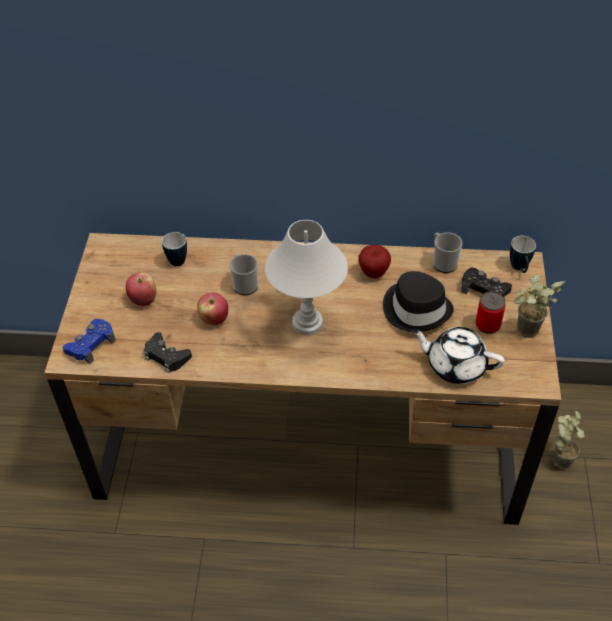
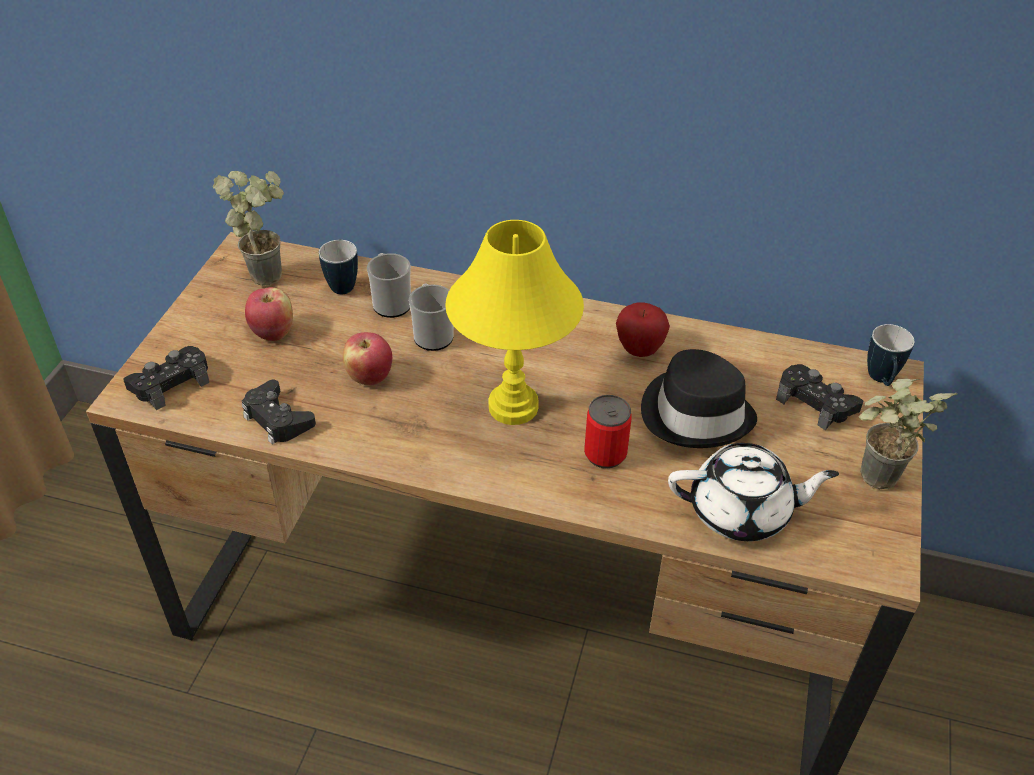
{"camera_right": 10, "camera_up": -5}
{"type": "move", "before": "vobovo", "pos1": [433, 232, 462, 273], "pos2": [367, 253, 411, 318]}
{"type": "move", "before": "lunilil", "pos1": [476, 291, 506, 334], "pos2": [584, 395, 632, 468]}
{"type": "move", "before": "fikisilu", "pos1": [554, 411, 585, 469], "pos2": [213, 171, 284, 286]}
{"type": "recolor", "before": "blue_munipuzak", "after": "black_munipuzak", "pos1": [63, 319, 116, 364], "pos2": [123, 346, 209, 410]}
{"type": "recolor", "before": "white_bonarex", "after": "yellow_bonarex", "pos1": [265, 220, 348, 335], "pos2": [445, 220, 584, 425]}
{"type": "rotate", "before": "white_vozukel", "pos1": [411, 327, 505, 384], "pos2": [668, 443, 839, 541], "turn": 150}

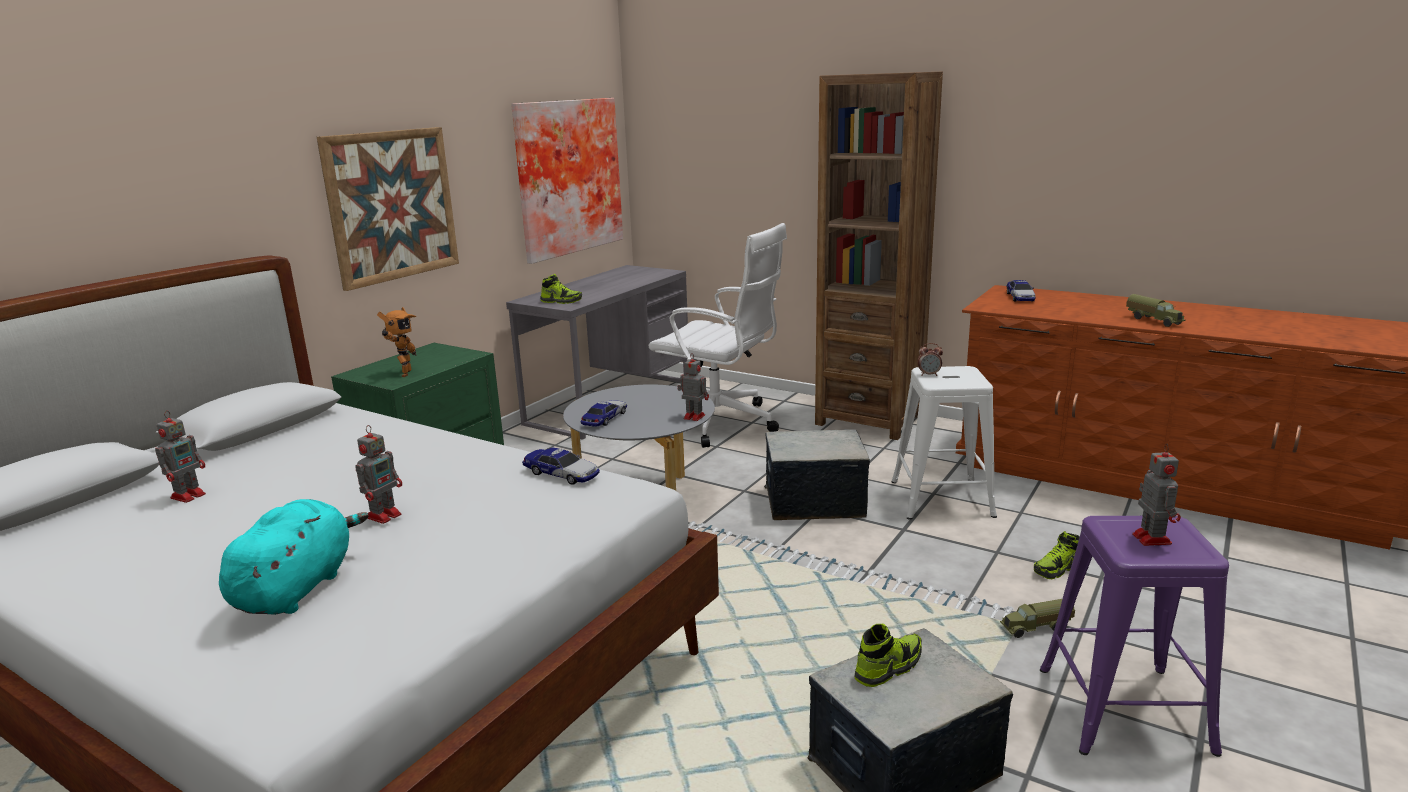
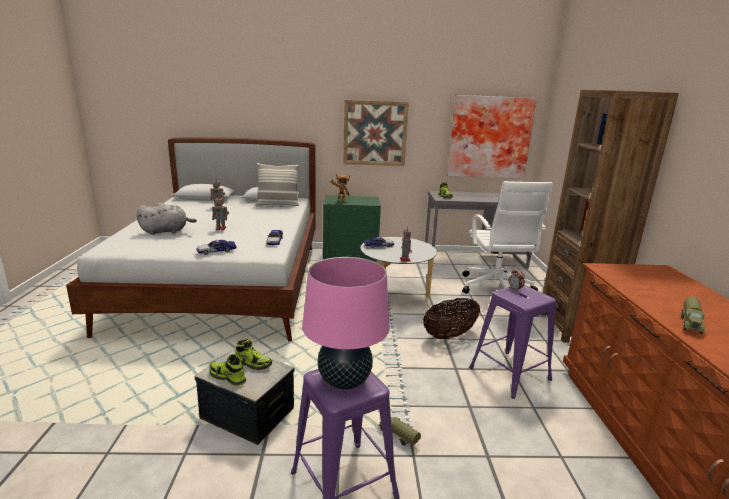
{"camera_right": 55, "camera_up": 0}
{"type": "insert", "after": "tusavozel", "pos2": [255, 163, 299, 206]}
{"type": "move", "before": "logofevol", "pos1": [1007, 280, 1036, 302], "pos2": [197, 240, 237, 255]}
{"type": "move", "before": "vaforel", "pos1": [1034, 531, 1080, 579], "pos2": [209, 354, 246, 386]}
{"type": "replace", "before": "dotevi", "after": "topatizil", "pos1": [764, 429, 870, 520], "pos2": [423, 298, 480, 339]}
{"type": "replace", "before": "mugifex", "after": "pink_bonarex", "pos1": [1132, 444, 1181, 546], "pos2": [302, 257, 390, 389]}
{"type": "recolor", "before": "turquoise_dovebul", "after": "grey_dovebul", "pos1": [219, 499, 369, 615], "pos2": [137, 203, 197, 235]}
{"type": "recolor", "before": "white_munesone", "after": "purple_munesone", "pos1": [892, 366, 997, 520], "pos2": [469, 285, 556, 399]}

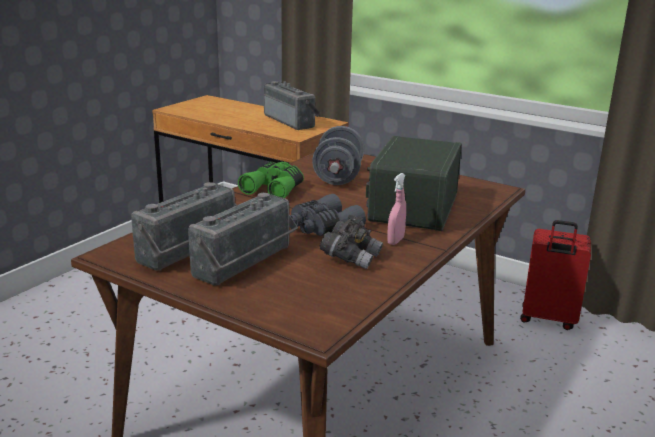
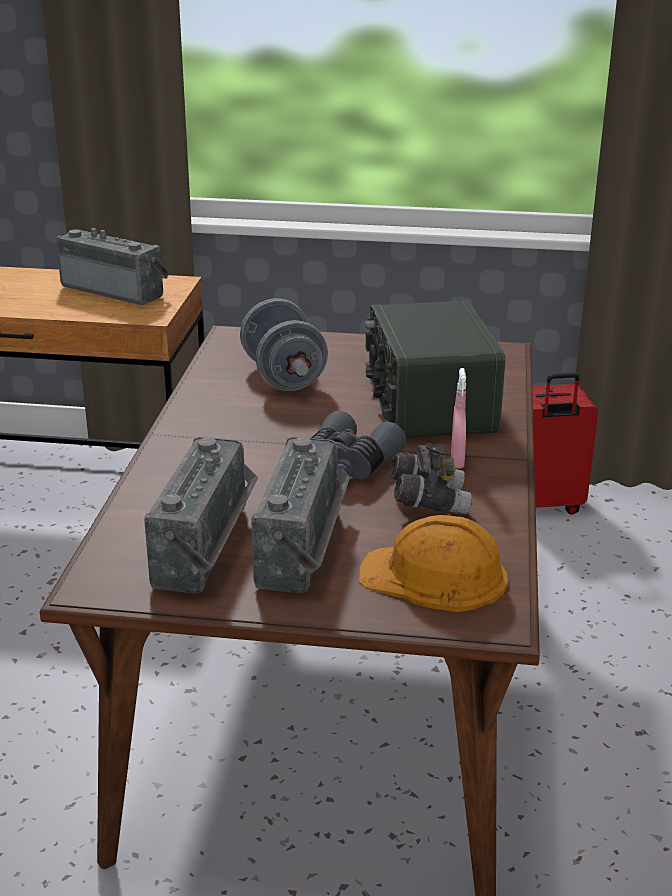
{"camera_right": -25, "camera_up": 5}
{"type": "delete", "before": "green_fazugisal", "pos1": [238, 162, 304, 198]}
{"type": "insert", "after": "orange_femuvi", "pos2": [359, 515, 508, 612]}

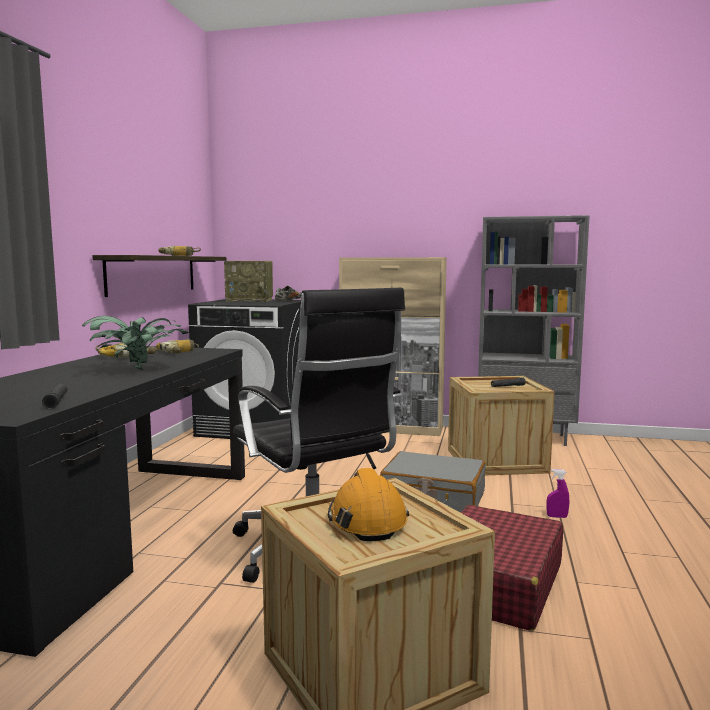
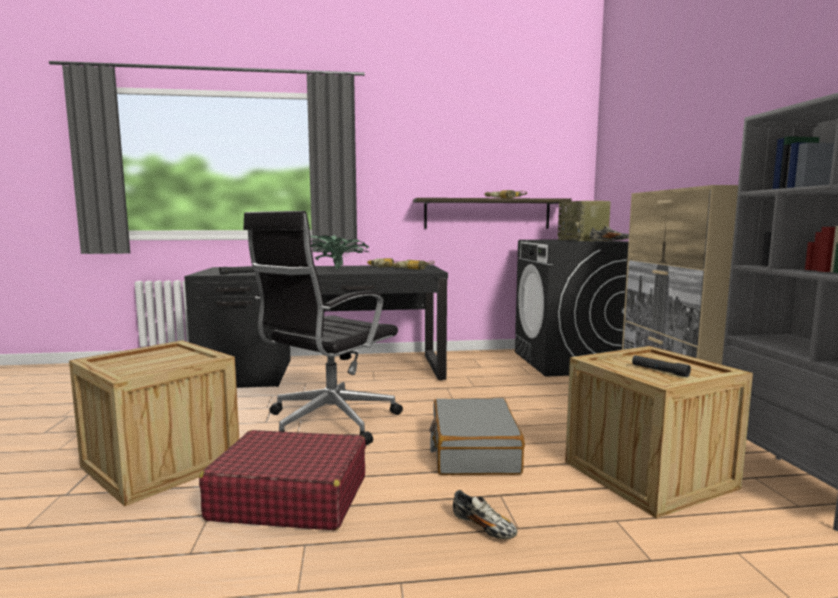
{"camera_right": 70, "camera_up": 0}
{"type": "delete", "before": "orange_femuvi", "pos1": [328, 468, 409, 541]}
{"type": "replace", "before": "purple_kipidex", "after": "vaforel", "pos1": [547, 469, 569, 518], "pos2": [453, 490, 517, 539]}

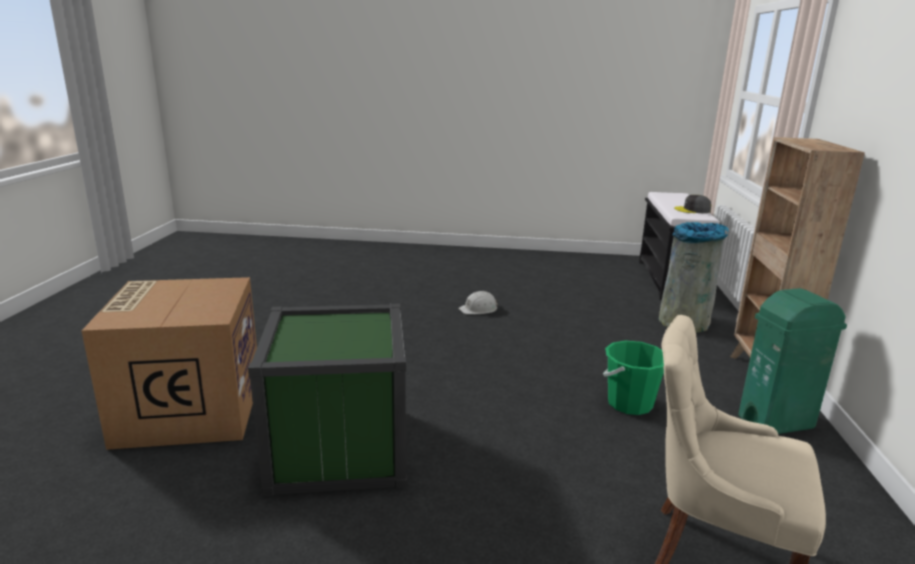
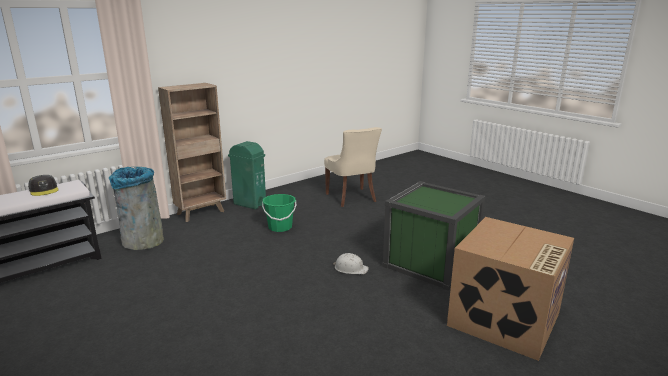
{"camera_right": -135, "camera_up": 0}
{"type": "move", "before": "white_femuvi", "pos1": [459, 291, 498, 314], "pos2": [333, 253, 369, 274]}

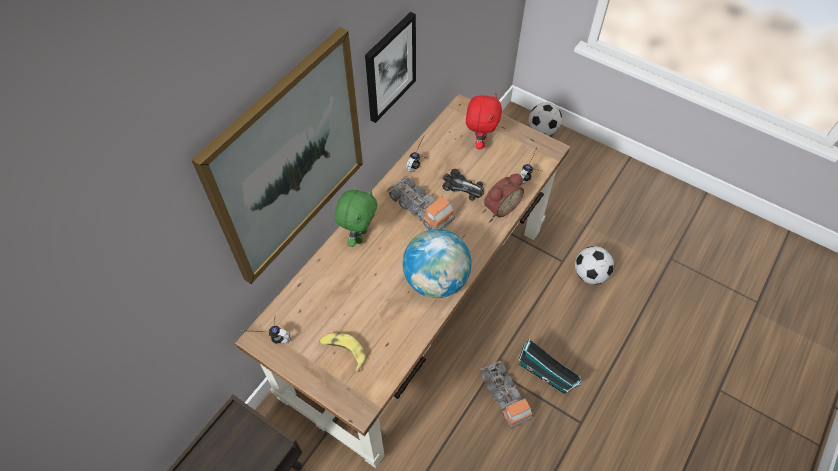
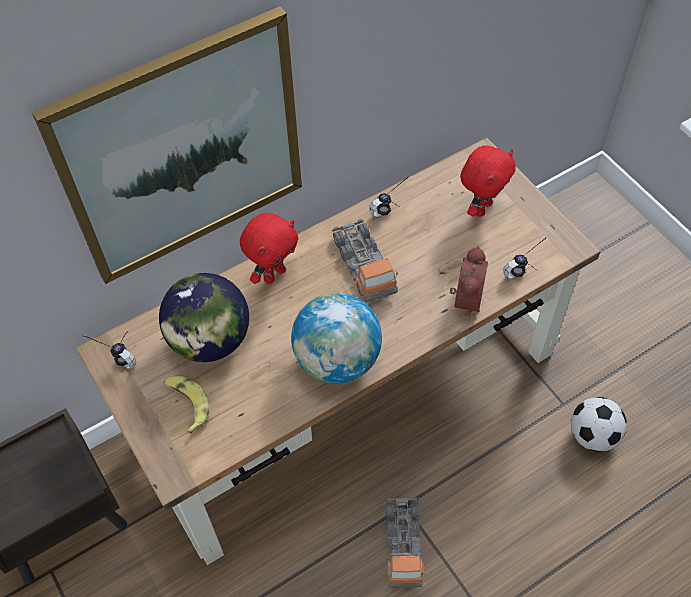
{"camera_right": 25, "camera_up": 0}
{"type": "delete", "before": "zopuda", "pos1": [365, 12, 416, 123]}
{"type": "delete", "before": "logofevol", "pos1": [442, 169, 484, 201]}
{"type": "delete", "before": "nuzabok", "pos1": [518, 339, 583, 394]}
{"type": "delete", "before": "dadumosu", "pos1": [529, 103, 562, 135]}
{"type": "insert", "after": "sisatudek", "pos2": [159, 273, 249, 362]}
{"type": "recolor", "before": "green_dovebul", "after": "red_dovebul", "pos1": [335, 190, 378, 247], "pos2": [240, 213, 299, 284]}
{"type": "rotate", "before": "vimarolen", "pos1": [484, 174, 524, 218], "pos2": [450, 246, 488, 316], "turn": -60}

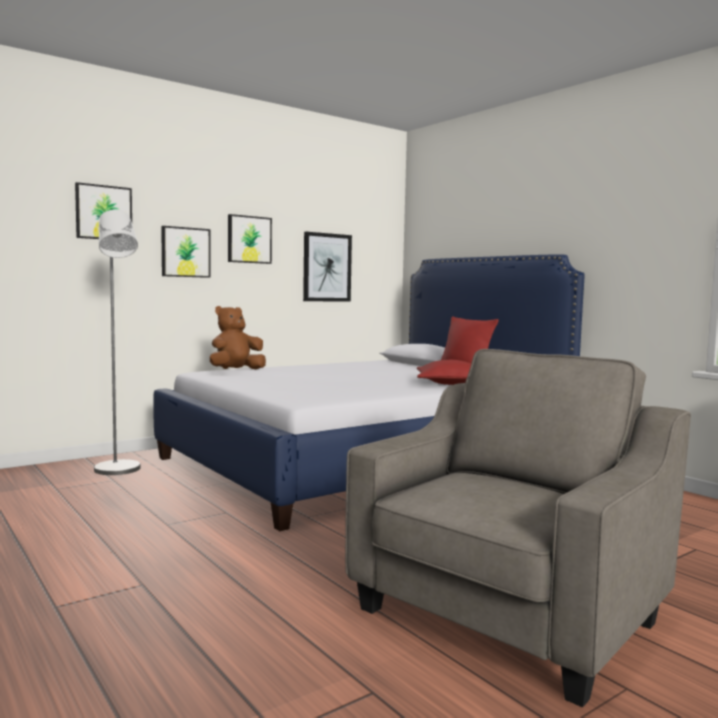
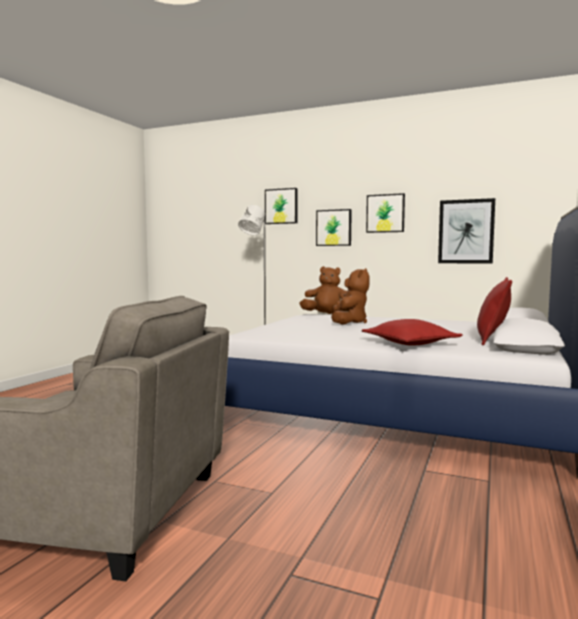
{"camera_right": 60, "camera_up": 0}
{"type": "insert", "after": "brown_dovebul", "pos2": [331, 268, 370, 324]}

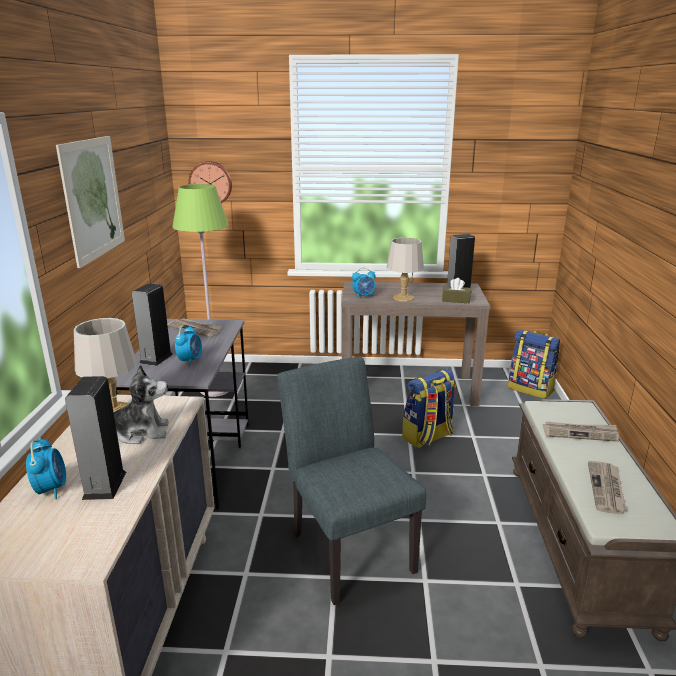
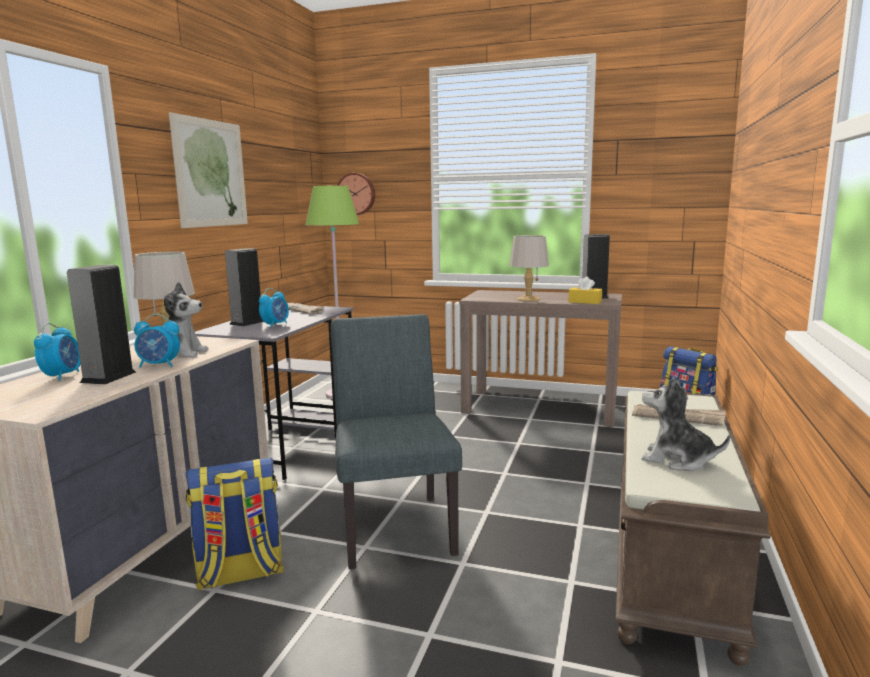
{"camera_right": 15, "camera_up": -10}
{"type": "move", "before": "vimarolen", "pos1": [352, 268, 376, 298], "pos2": [134, 314, 180, 368]}
{"type": "move", "before": "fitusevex", "pos1": [402, 369, 456, 448], "pos2": [185, 458, 284, 591]}
{"type": "replace", "before": "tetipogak", "after": "dovebul", "pos1": [588, 461, 627, 514], "pos2": [642, 377, 730, 471]}
{"type": "recolor", "before": "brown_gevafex", "after": "yellow_gevafex", "pos1": [442, 278, 471, 303], "pos2": [569, 276, 602, 304]}

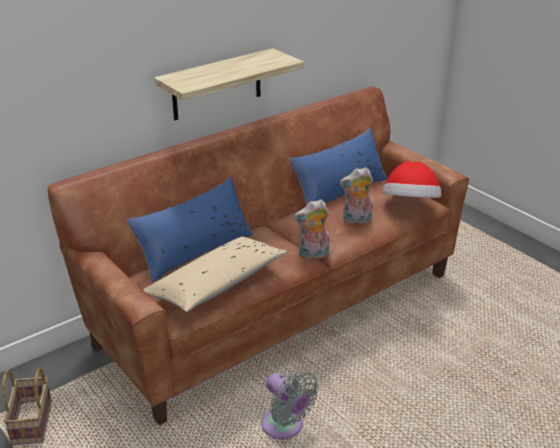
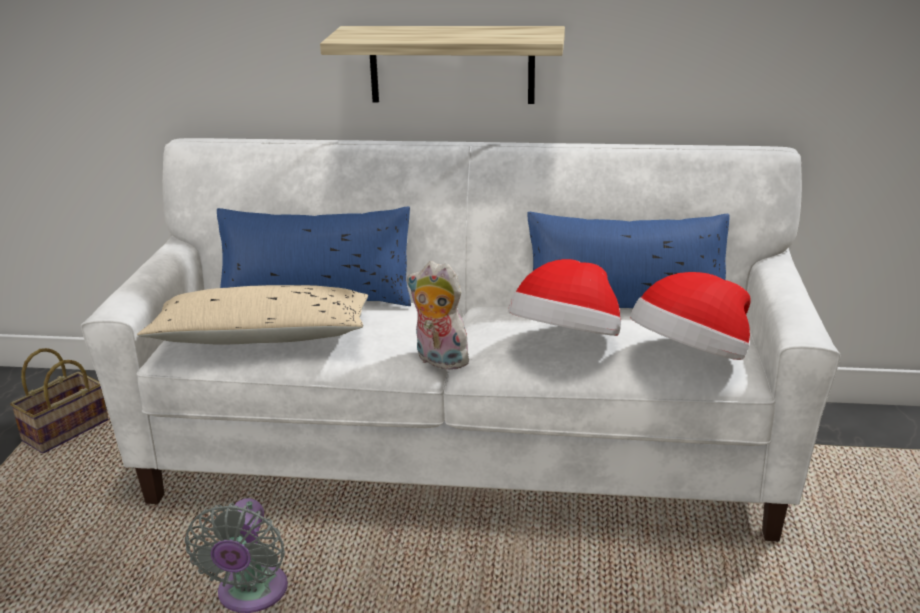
{"camera_right": 45, "camera_up": -5}
{"type": "replace", "before": "dovebul", "after": "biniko", "pos1": [340, 167, 373, 224], "pos2": [508, 259, 621, 336]}
{"type": "recolor", "before": "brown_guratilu", "after": "white_guratilu", "pos1": [48, 86, 469, 425], "pos2": [81, 138, 840, 541]}

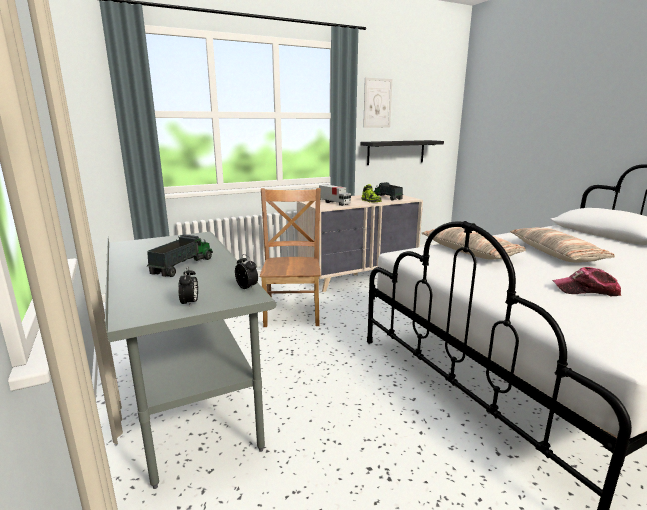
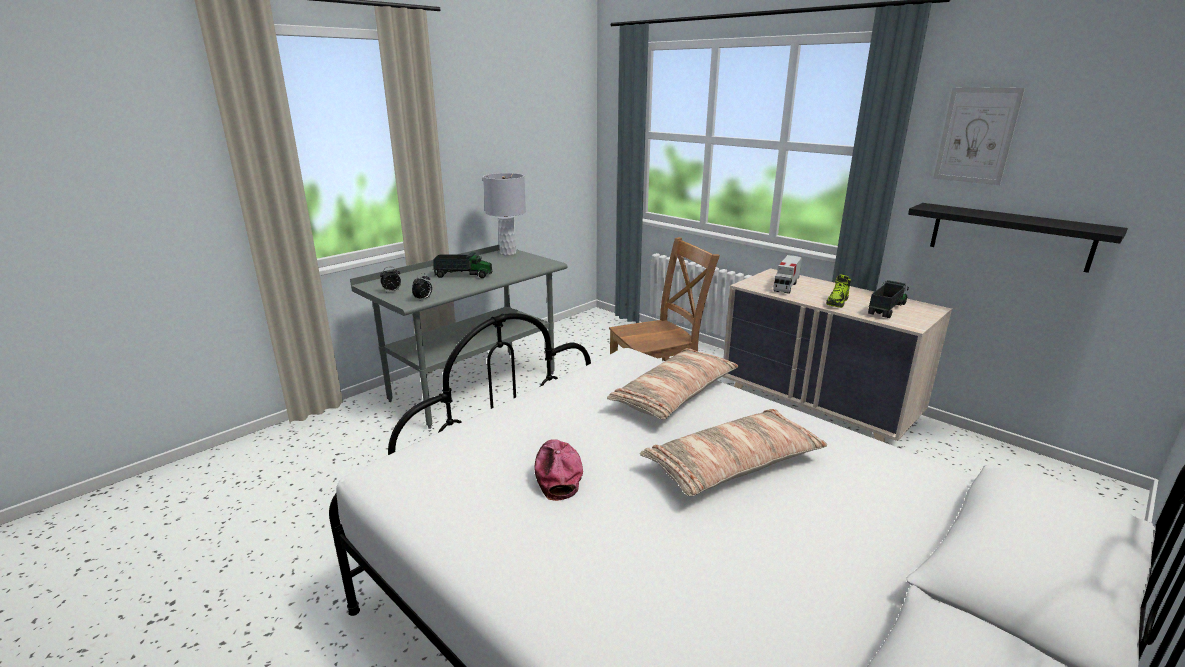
{"camera_right": 70, "camera_up": 5}
{"type": "insert", "after": "grey_bonarex", "pos2": [483, 173, 526, 255]}

